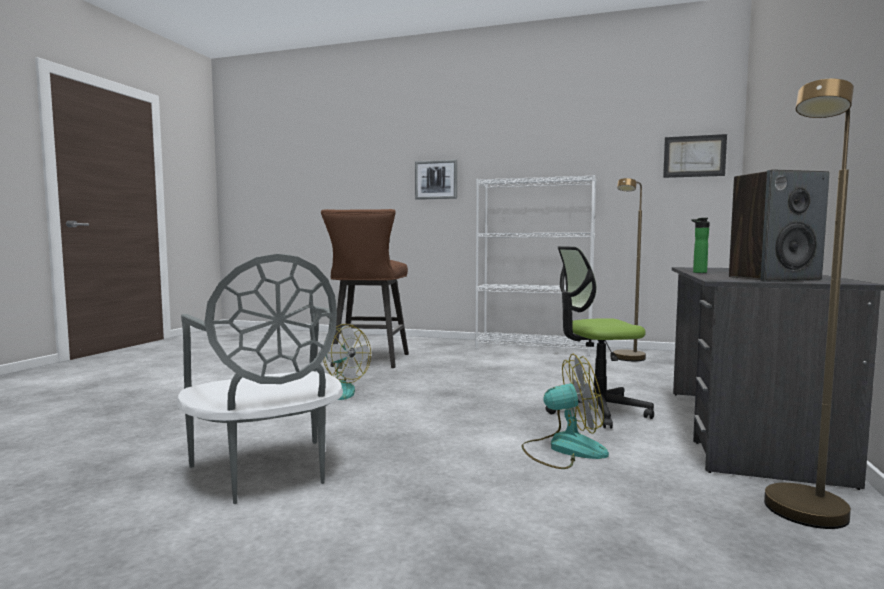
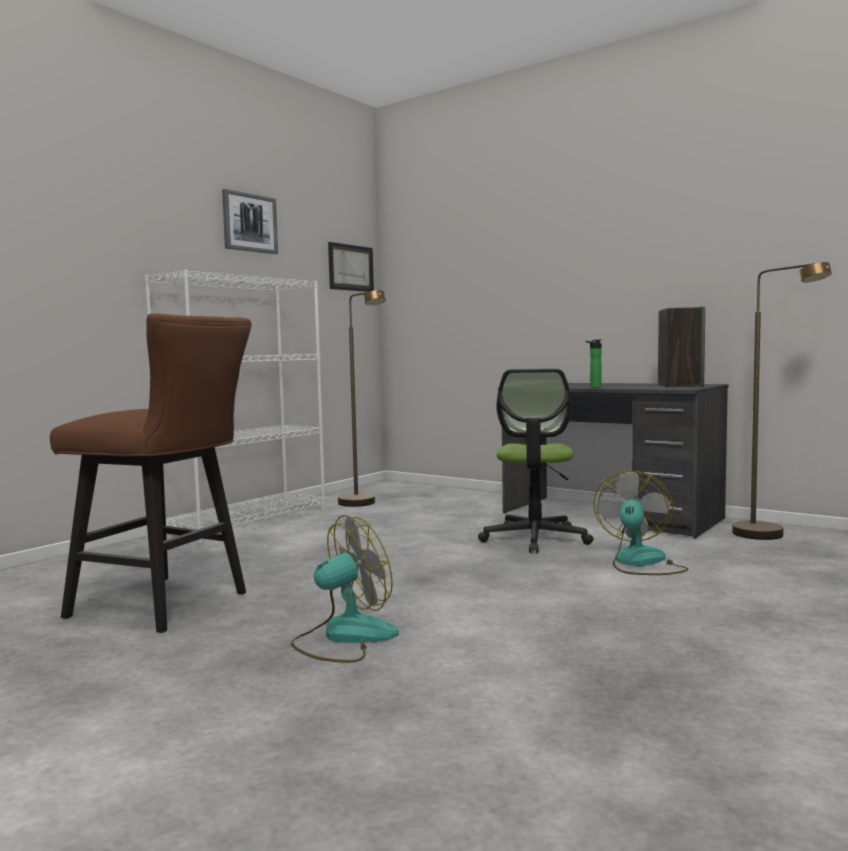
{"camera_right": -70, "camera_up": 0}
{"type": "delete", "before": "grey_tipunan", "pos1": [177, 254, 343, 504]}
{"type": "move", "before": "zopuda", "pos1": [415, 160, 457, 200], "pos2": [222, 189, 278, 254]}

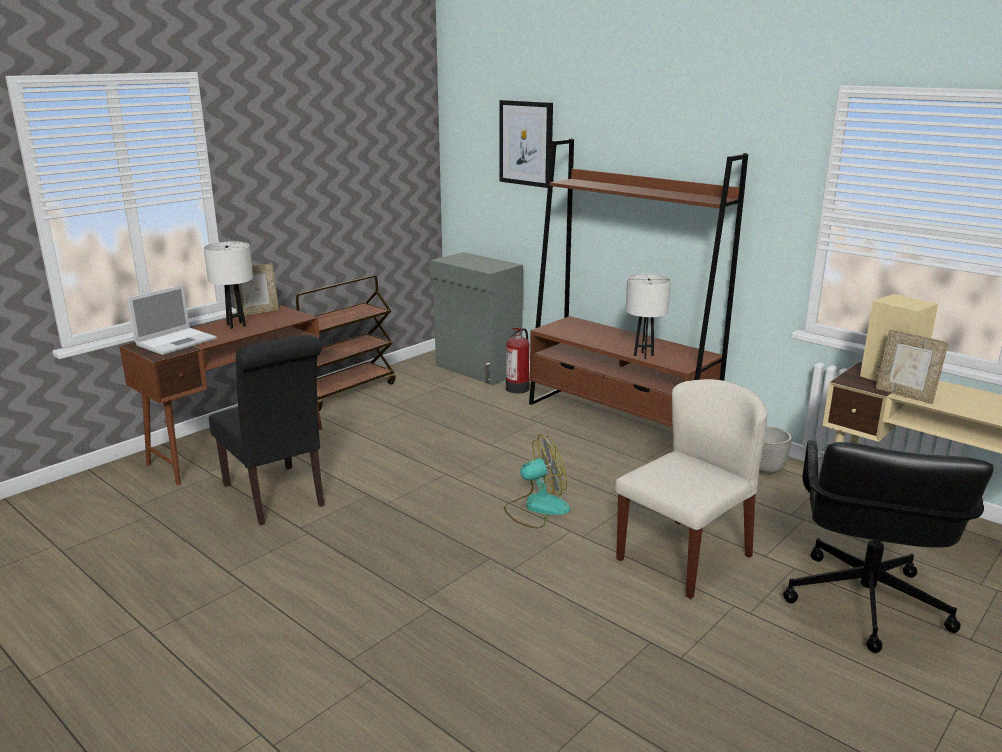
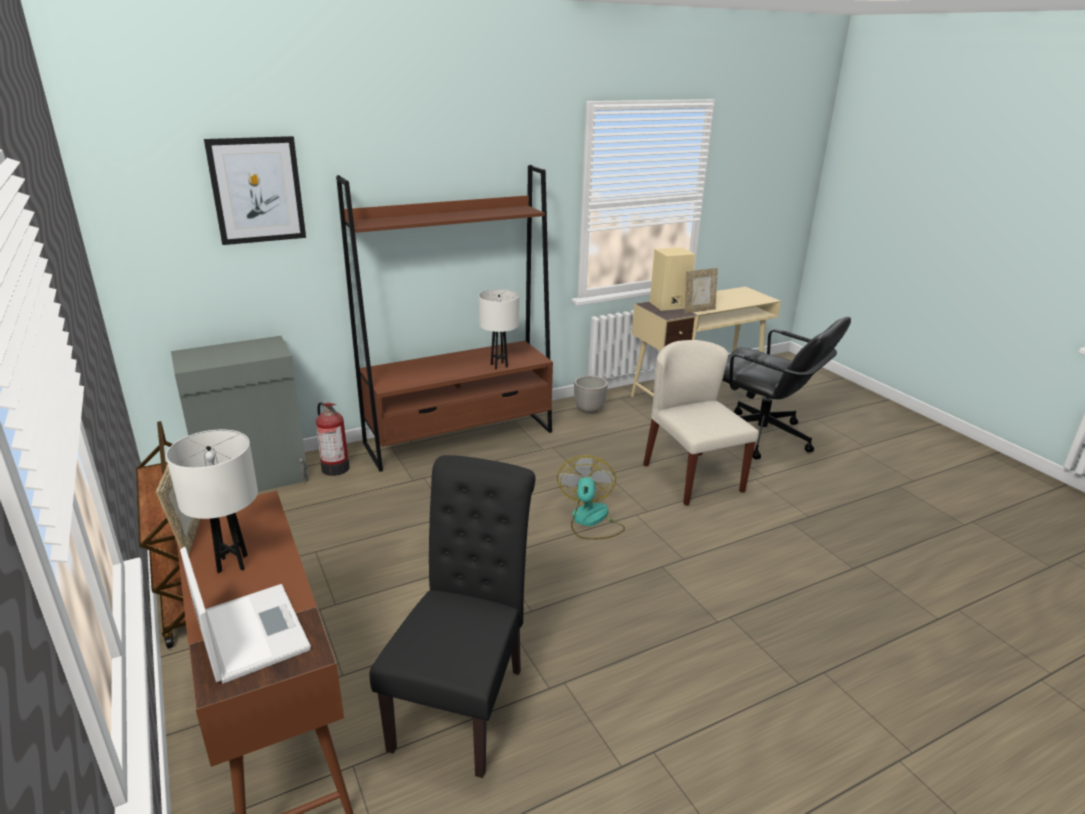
{"camera_right": -70, "camera_up": 5}
{"type": "rotate", "before": "black_tipunan", "pos1": [209, 335, 325, 526], "pos2": [370, 455, 535, 778], "turn": -60}

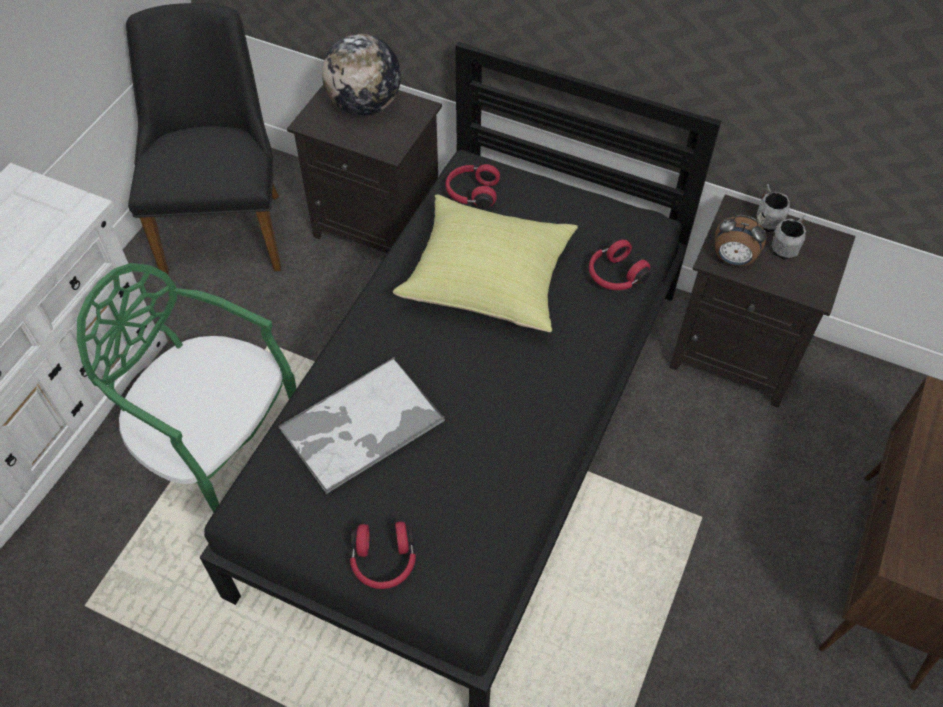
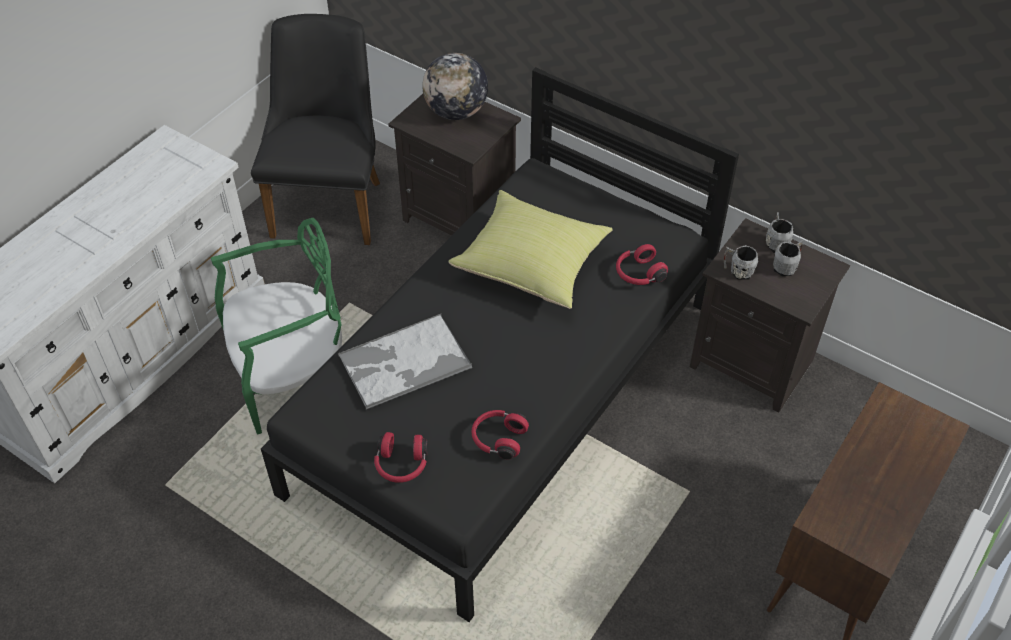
{"camera_right": 10, "camera_up": -5}
{"type": "move", "before": "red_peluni", "pos1": [445, 164, 500, 208], "pos2": [471, 410, 529, 459]}
{"type": "replace", "before": "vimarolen", "after": "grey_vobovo", "pos1": [715, 215, 767, 266], "pos2": [724, 245, 758, 280]}
{"type": "rotate", "before": "green_tipunan", "pos1": [77, 263, 297, 513], "pos2": [211, 218, 342, 434], "turn": 120}

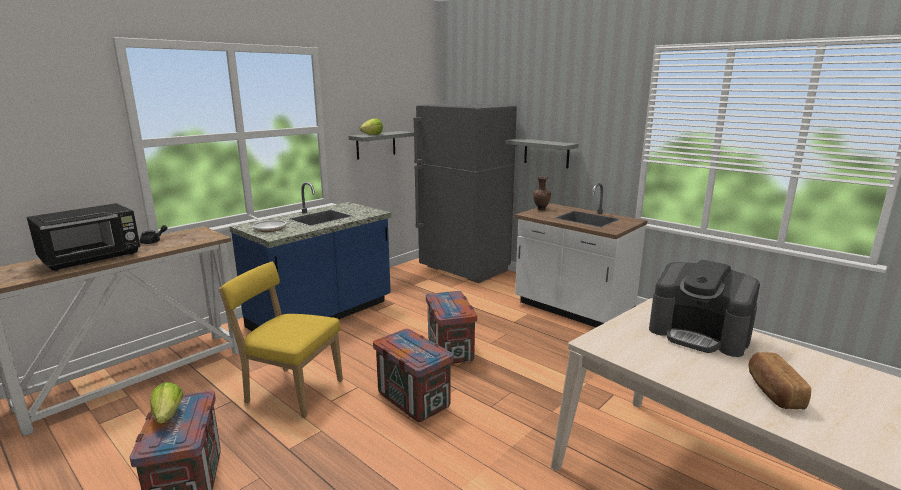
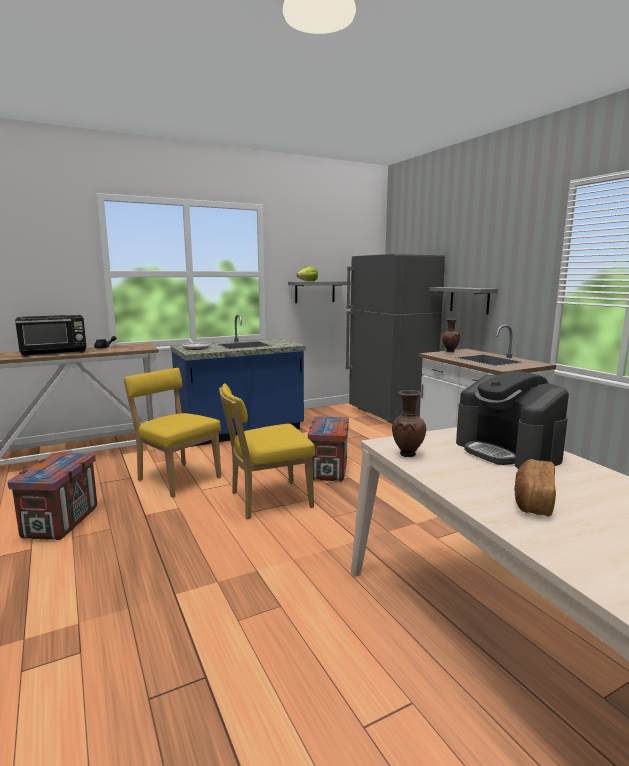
{"camera_right": 20, "camera_up": -5}
{"type": "delete", "before": "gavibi", "pos1": [150, 382, 183, 424]}
{"type": "insert", "after": "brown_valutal", "pos2": [392, 390, 426, 457]}
{"type": "replace", "before": "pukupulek", "after": "yellow_tipunan", "pos1": [373, 329, 453, 422], "pos2": [219, 383, 315, 519]}

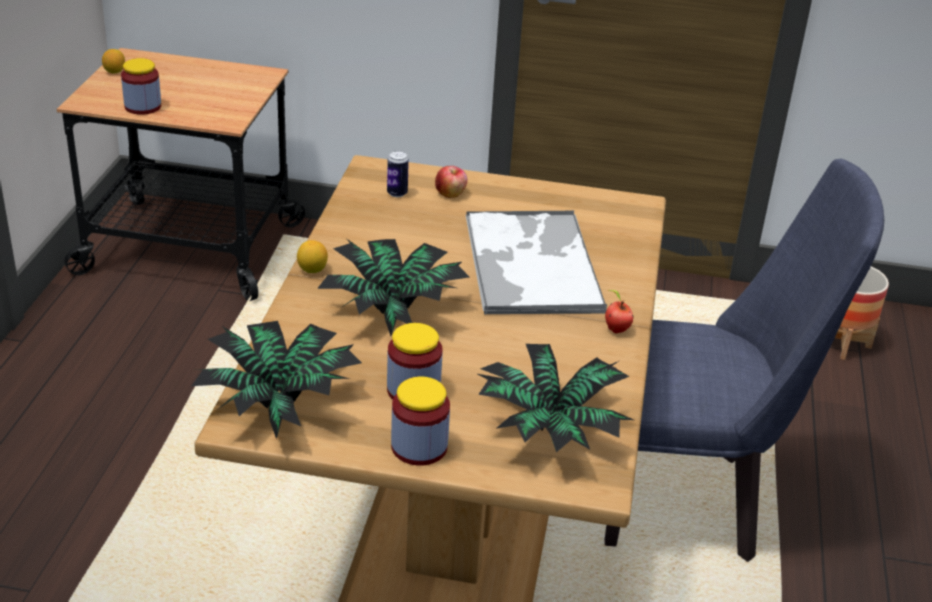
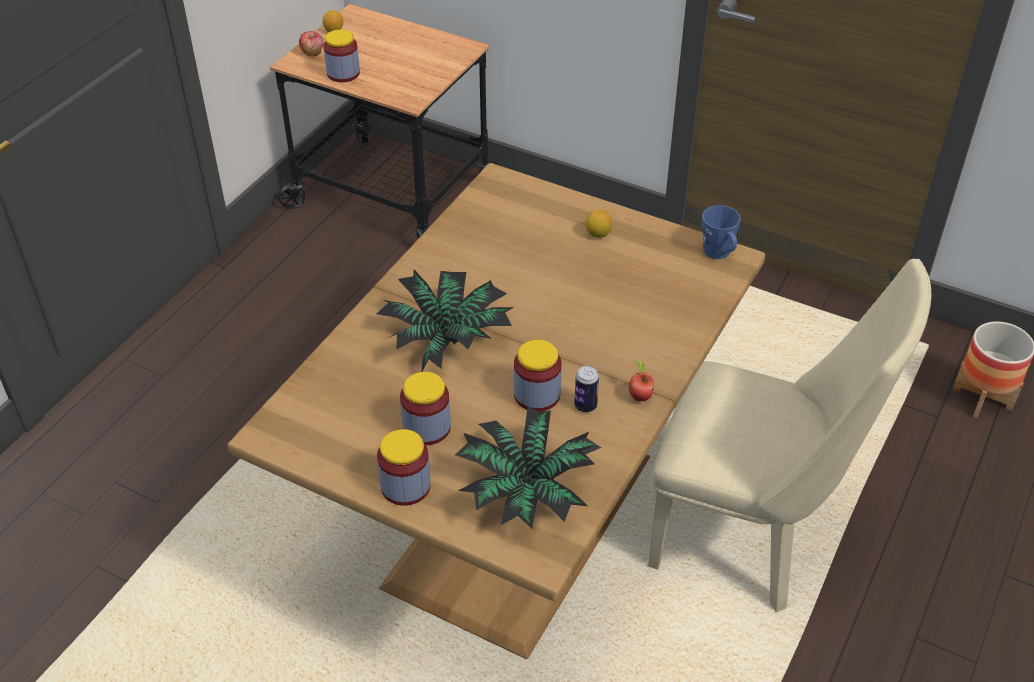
{"camera_right": 20, "camera_up": 10}
{"type": "delete", "before": "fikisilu", "pos1": [192, 321, 362, 439]}
{"type": "delete", "before": "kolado", "pos1": [466, 211, 607, 315]}
{"type": "insert", "after": "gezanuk", "pos2": [514, 340, 562, 412]}
{"type": "insert", "after": "blue_vobovo", "pos2": [702, 205, 741, 259]}
{"type": "move", "before": "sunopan", "pos1": [297, 240, 328, 273], "pos2": [585, 210, 612, 238]}
{"type": "move", "before": "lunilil", "pos1": [387, 151, 409, 197], "pos2": [574, 366, 599, 412]}
{"type": "move", "before": "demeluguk", "pos1": [435, 166, 467, 198], "pos2": [299, 31, 324, 56]}
{"type": "recolor", "before": "blue_tipunan", "after": "beige_tipunan", "pos1": [605, 159, 884, 562], "pos2": [648, 259, 931, 612]}

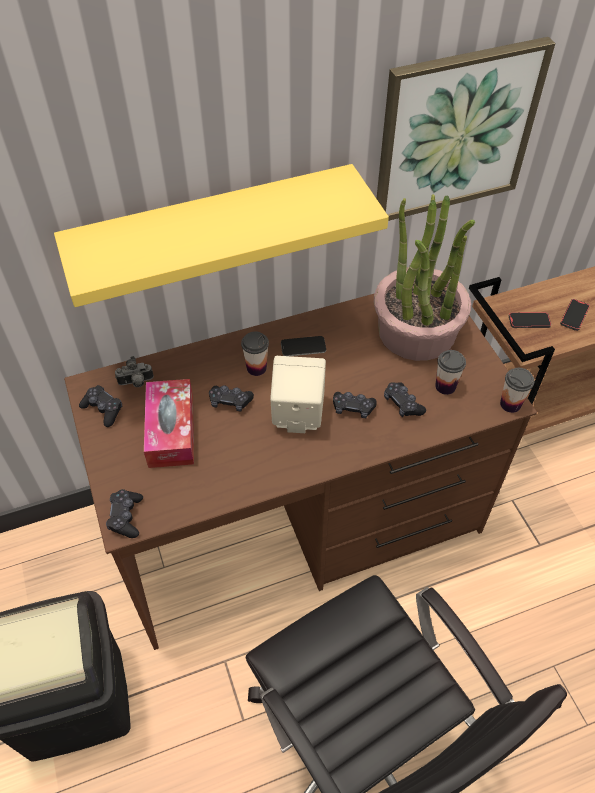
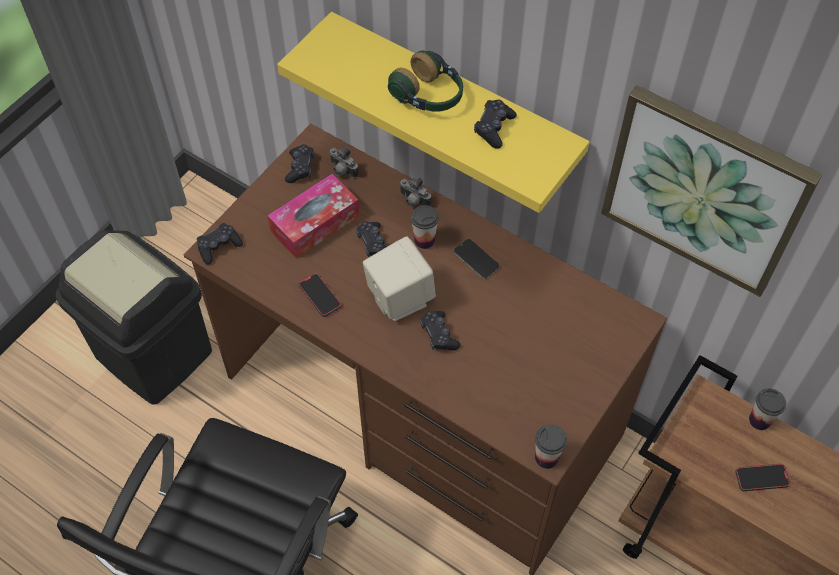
{"camera_right": 55, "camera_up": 5}
{"type": "delete", "before": "fikisilu", "pos1": [374, 194, 475, 361]}
{"type": "insert", "after": "peluni", "pos2": [388, 51, 463, 111]}
{"type": "insert", "after": "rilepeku", "pos2": [399, 178, 431, 207]}
{"type": "move", "before": "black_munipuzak", "pos1": [384, 382, 426, 417], "pos2": [474, 100, 517, 149]}
{"type": "move", "before": "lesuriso", "pos1": [435, 350, 466, 395], "pos2": [749, 388, 786, 430]}
{"type": "move", "before": "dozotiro", "pos1": [509, 312, 551, 328], "pos2": [298, 273, 341, 317]}

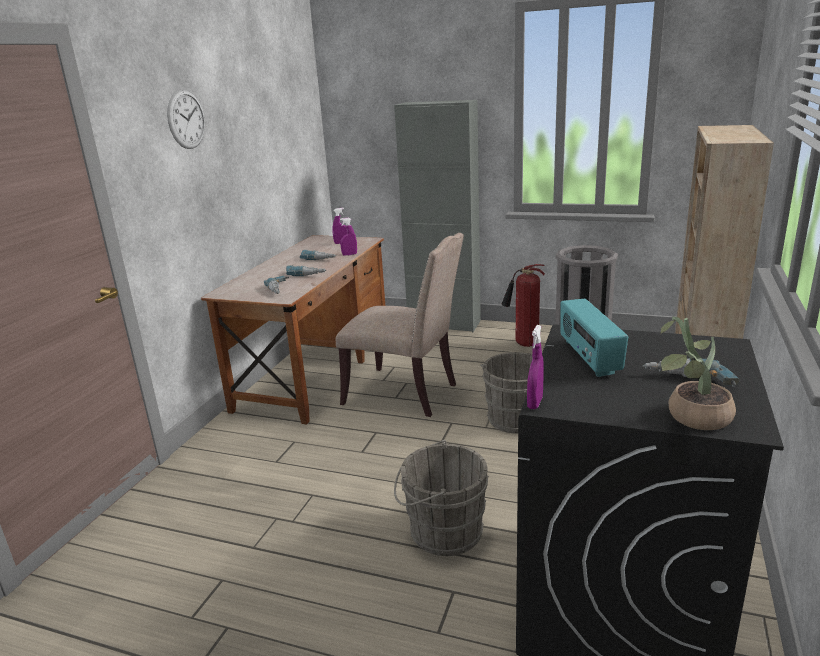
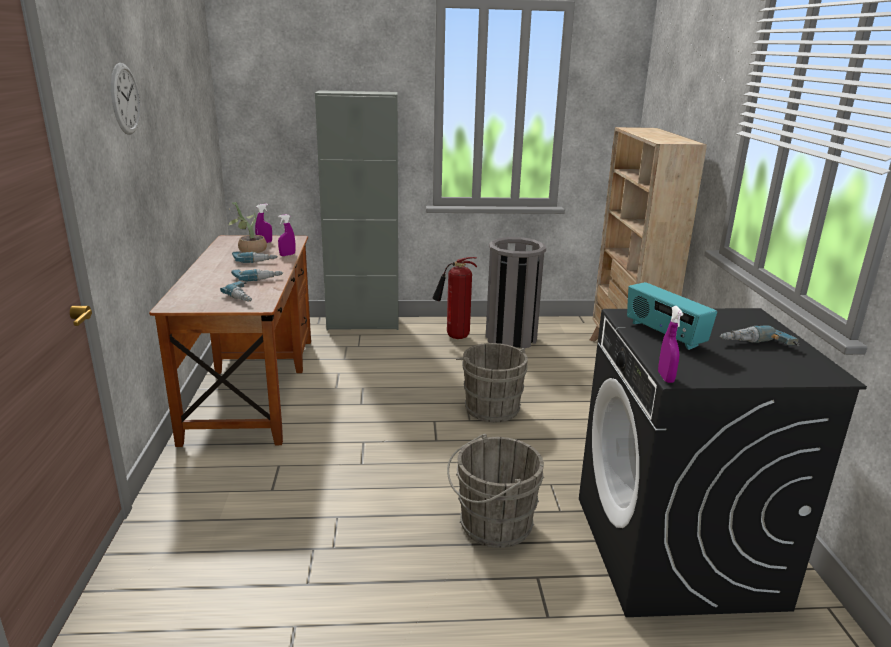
{"camera_right": -25, "camera_up": 0}
{"type": "delete", "before": "beige_tipunan", "pos1": [336, 233, 464, 417]}
{"type": "move", "before": "fikisilu", "pos1": [660, 317, 736, 430], "pos2": [228, 202, 267, 253]}

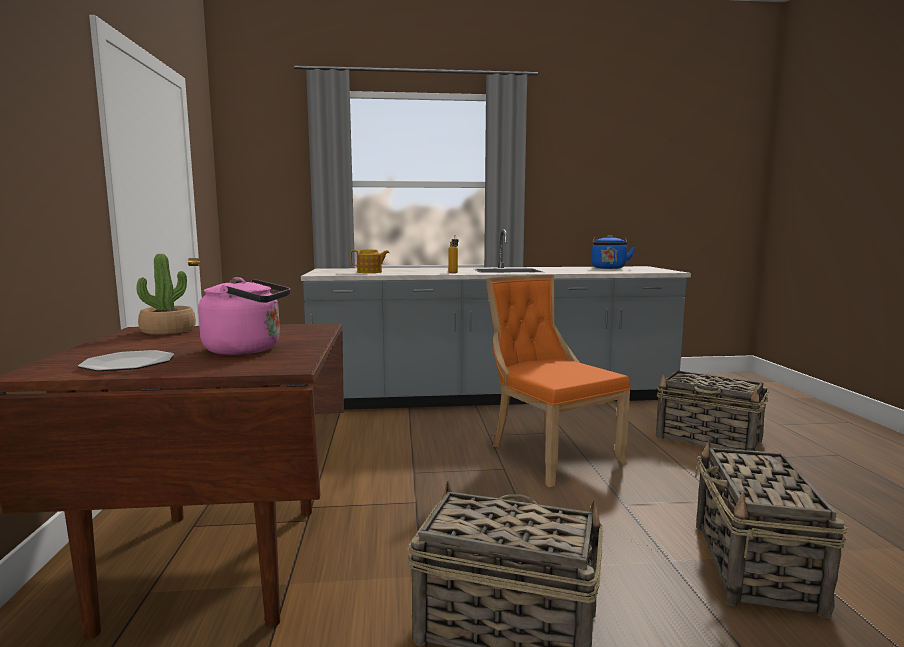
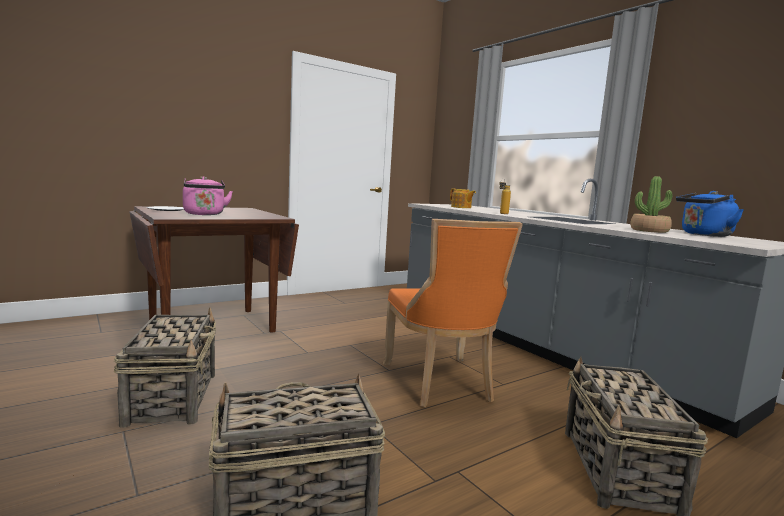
{"camera_right": 60, "camera_up": 0}
{"type": "move", "before": "fikisilu", "pos1": [136, 254, 196, 335], "pos2": [630, 176, 673, 233]}
{"type": "rotate", "before": "orange_tipunan", "pos1": [486, 275, 630, 487], "pos2": [383, 219, 523, 407], "turn": 135}

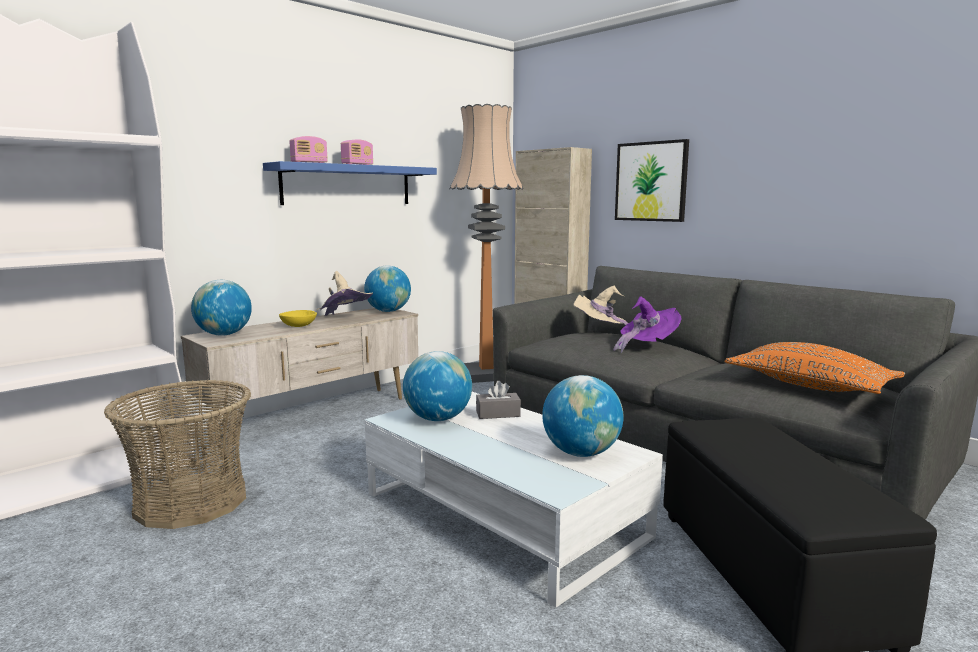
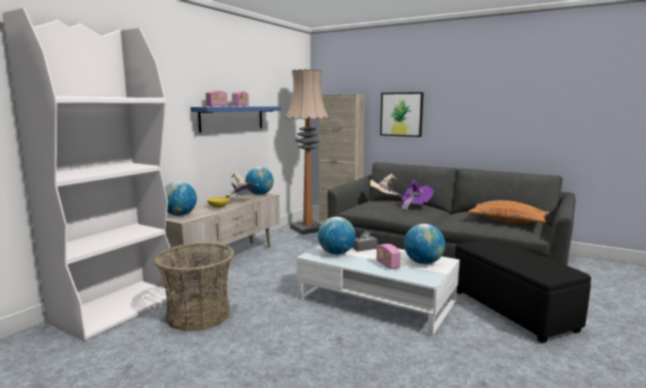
{"camera_right": -15, "camera_up": 0}
{"type": "insert", "after": "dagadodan", "pos2": [376, 244, 401, 269]}

